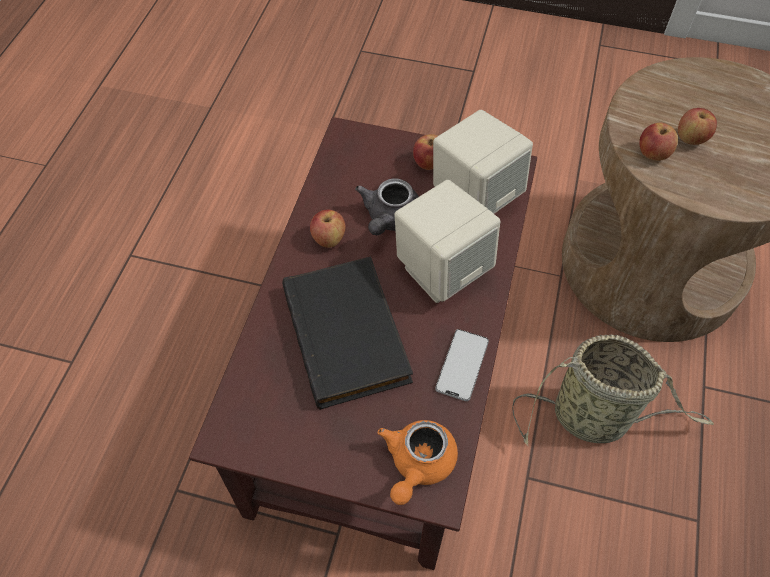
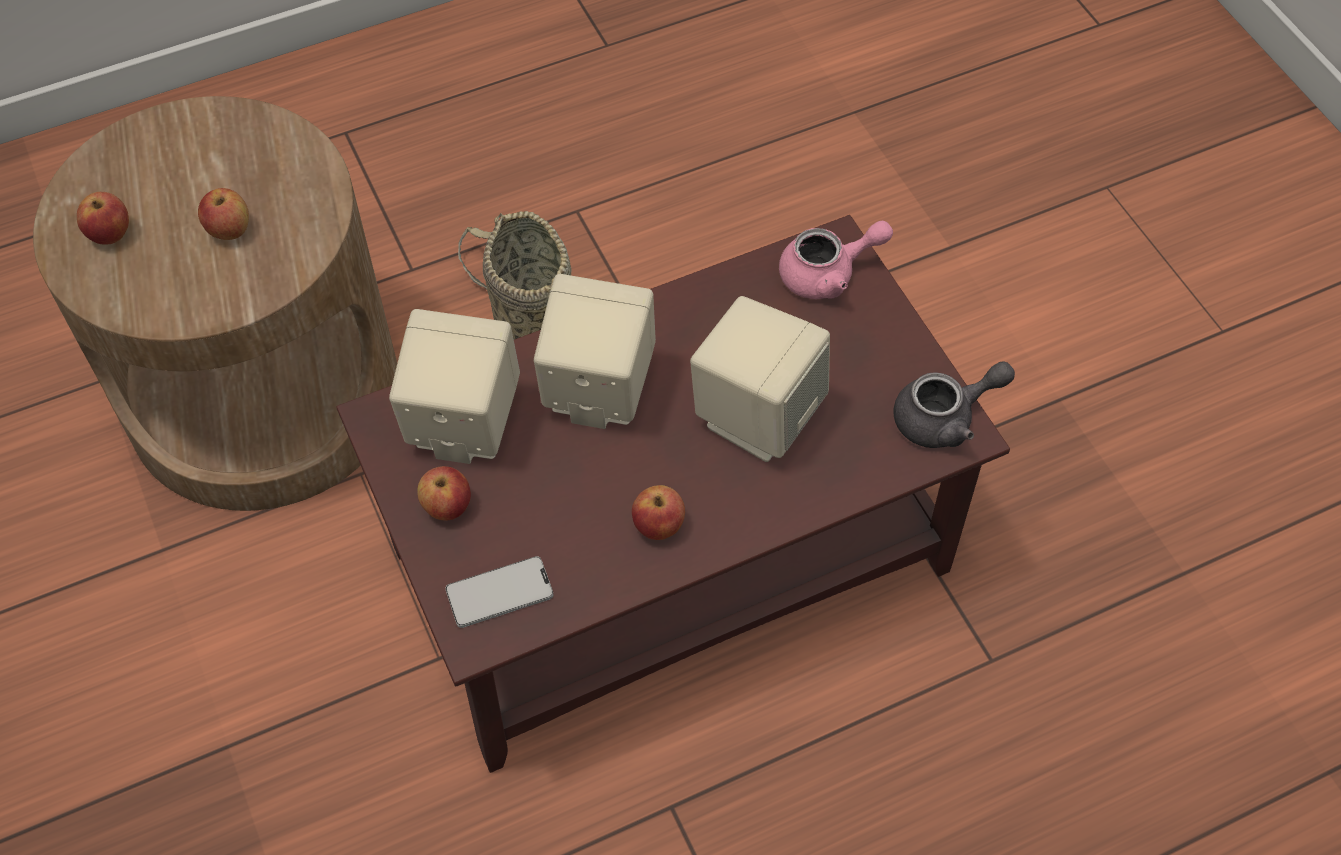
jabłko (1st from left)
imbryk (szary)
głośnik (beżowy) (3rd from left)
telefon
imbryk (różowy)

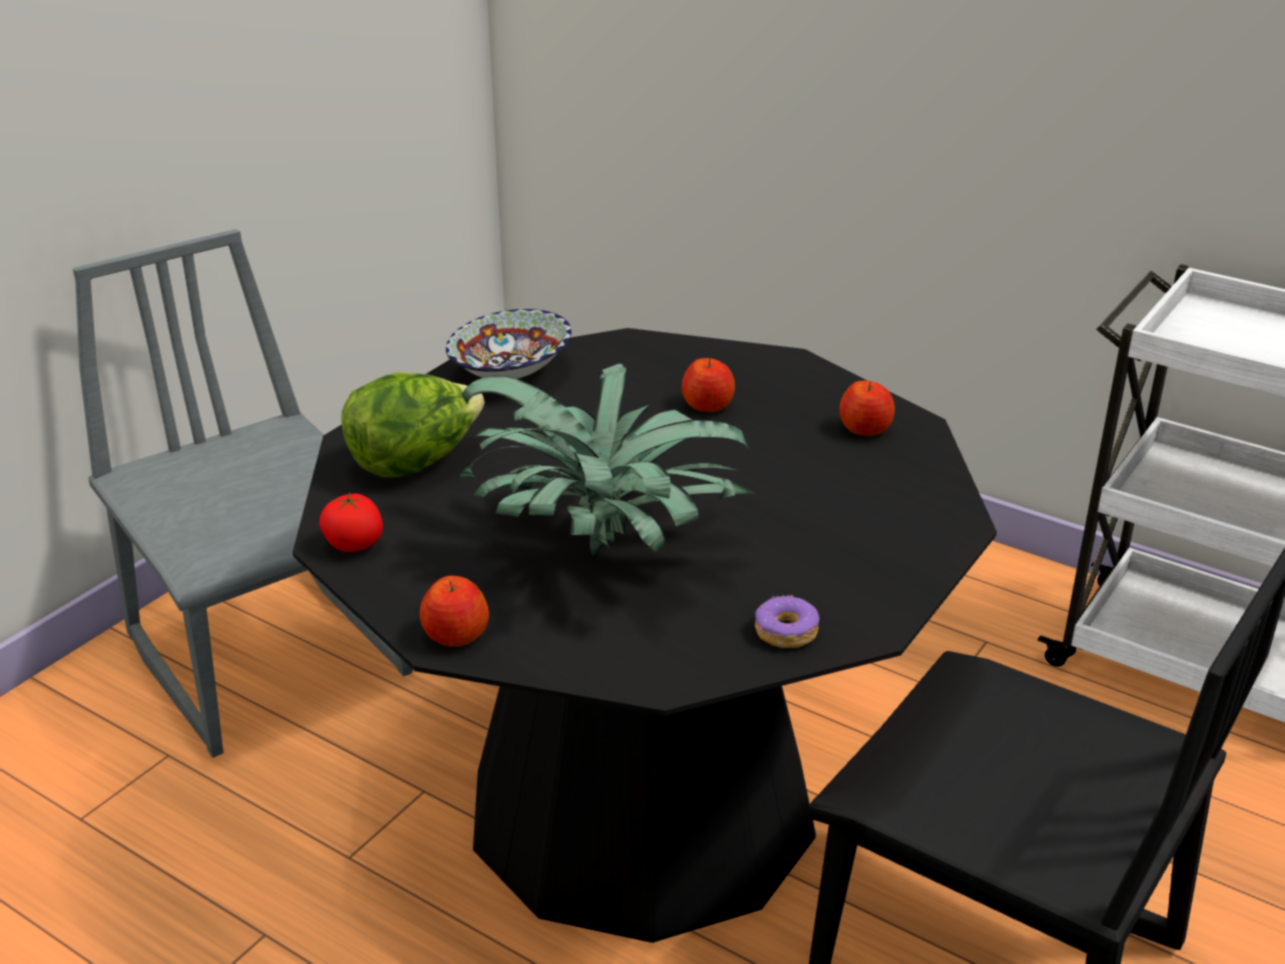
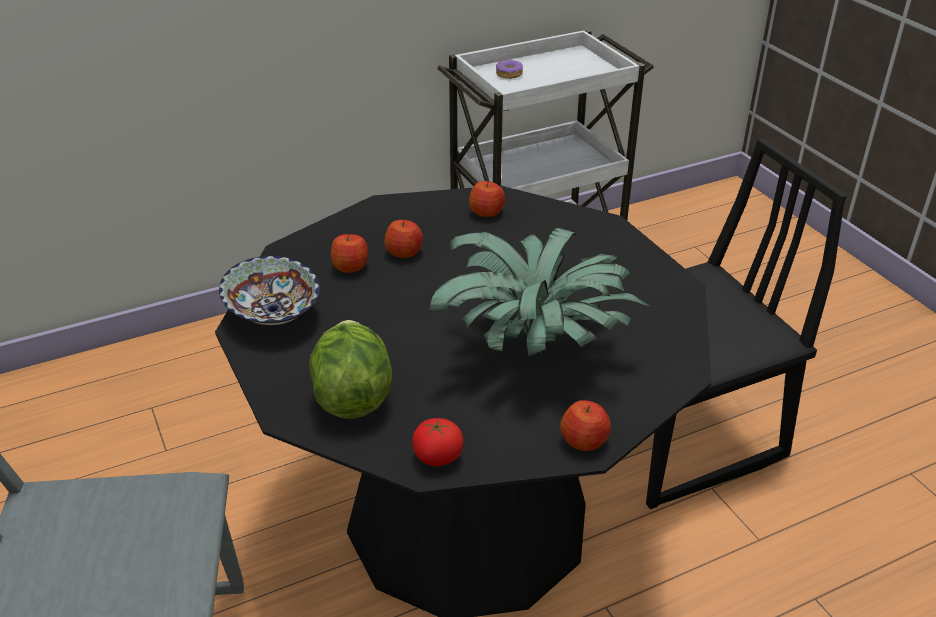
donut
jabłko (1st from left)

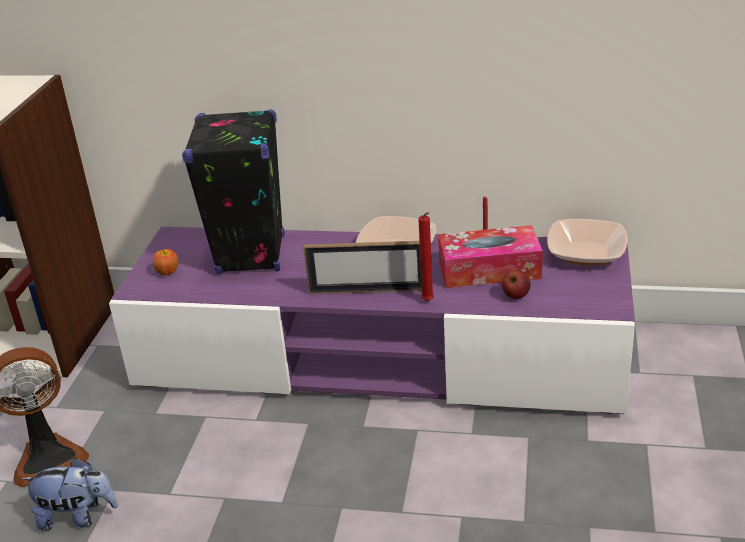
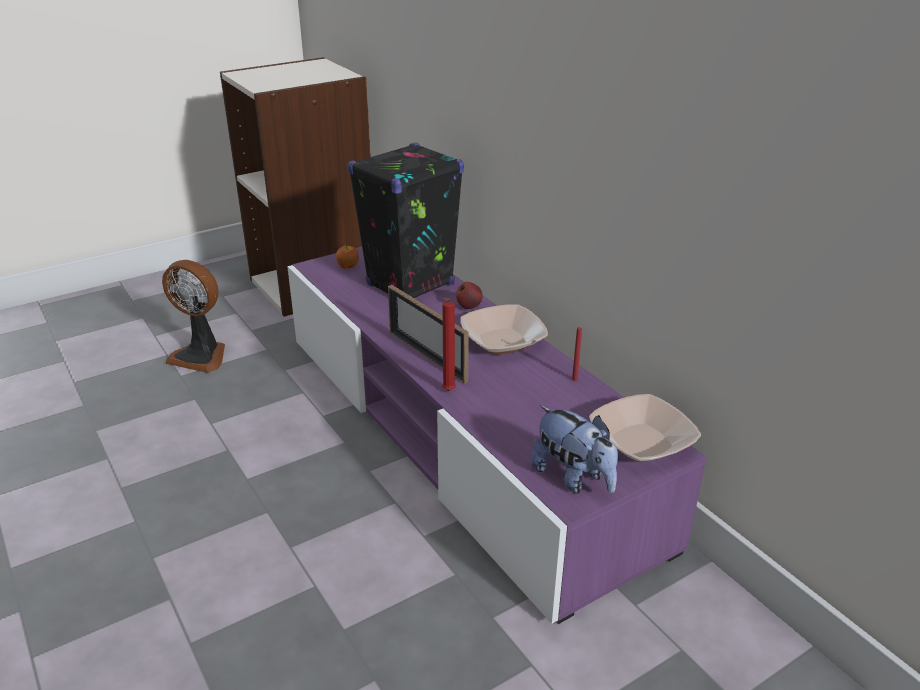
pudełko chusteczek
jabłko (2nd from left)
pluszak

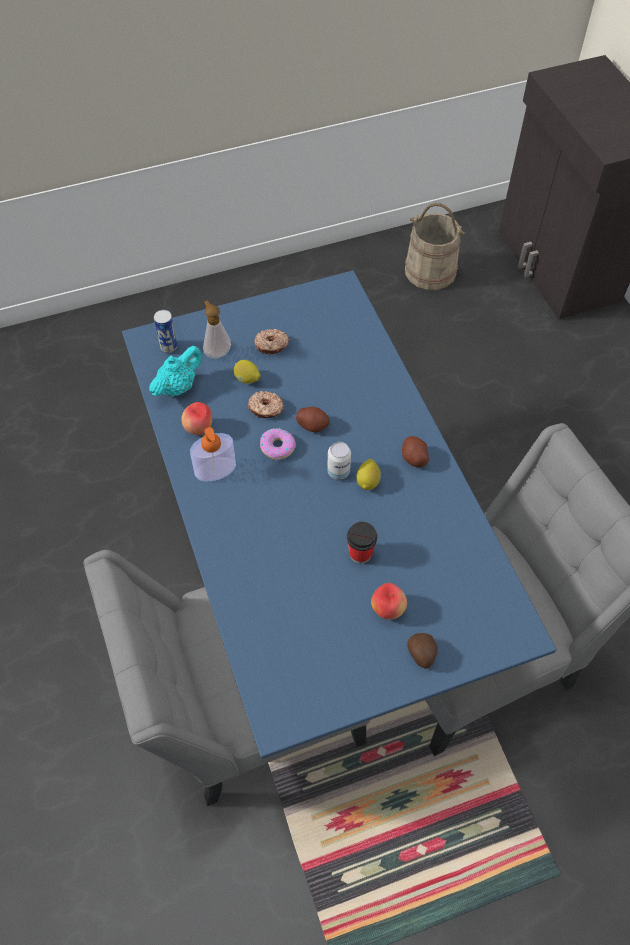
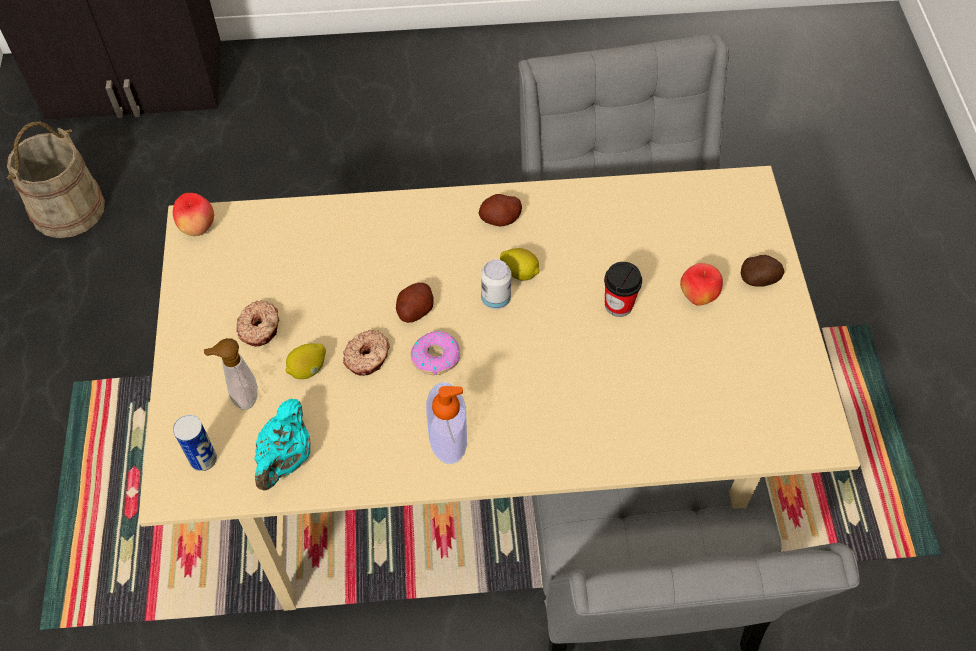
stół jadalny (beżowy)
imbryk (turkusowy)
jabłko (1st from left)

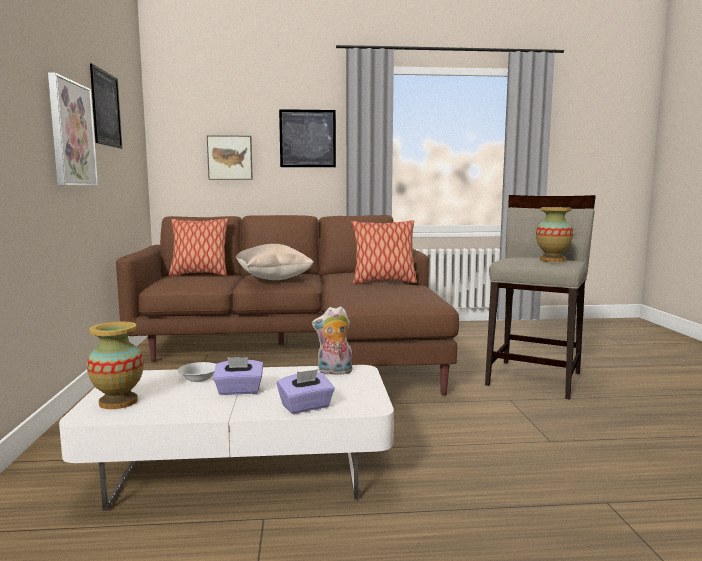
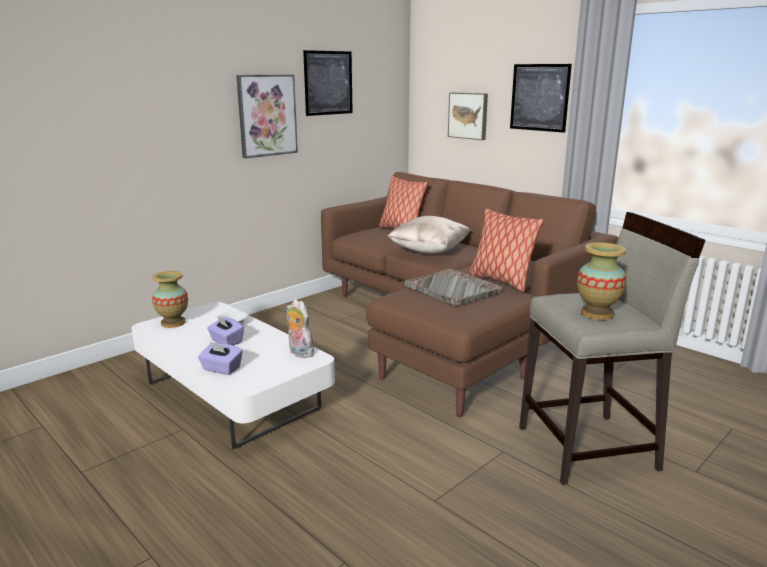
taca (szary)

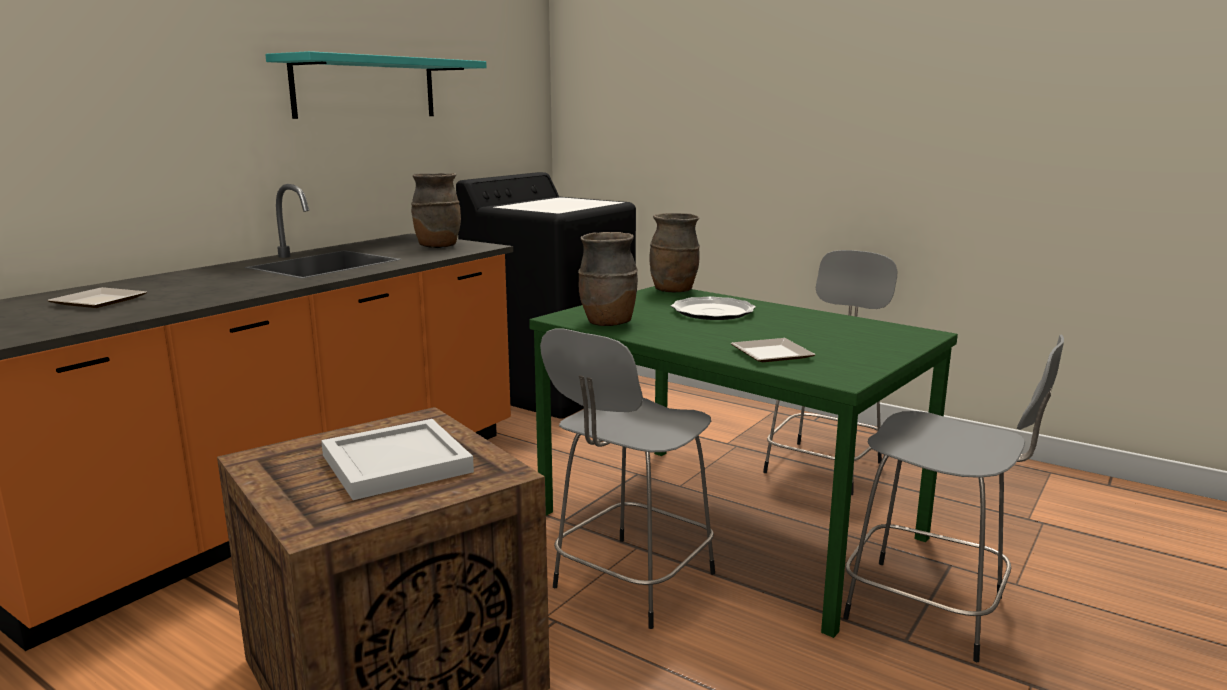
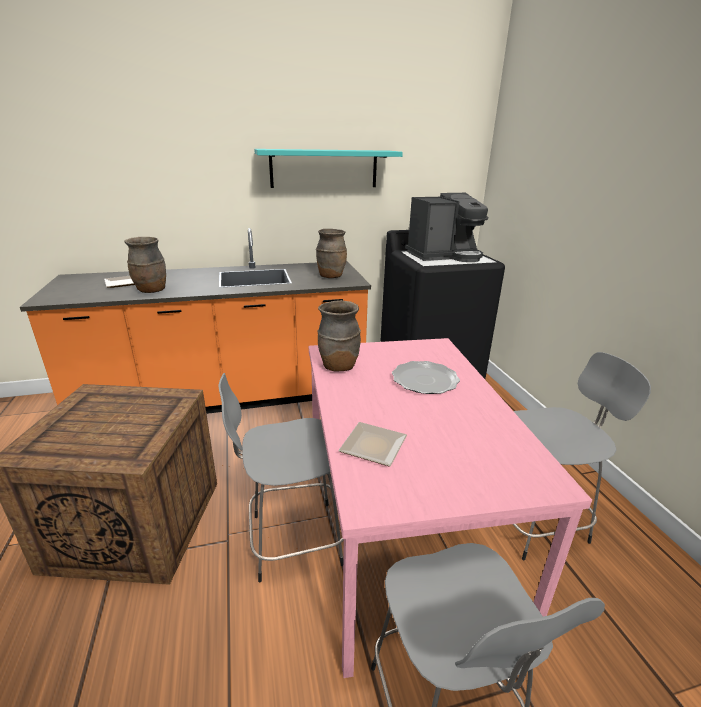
wazon (brązowy) (1st from left)
stół jadalny (różowy)
taca (biały)
ekspres do kawy

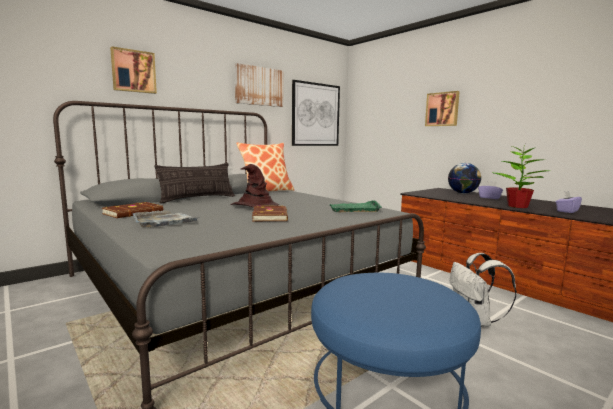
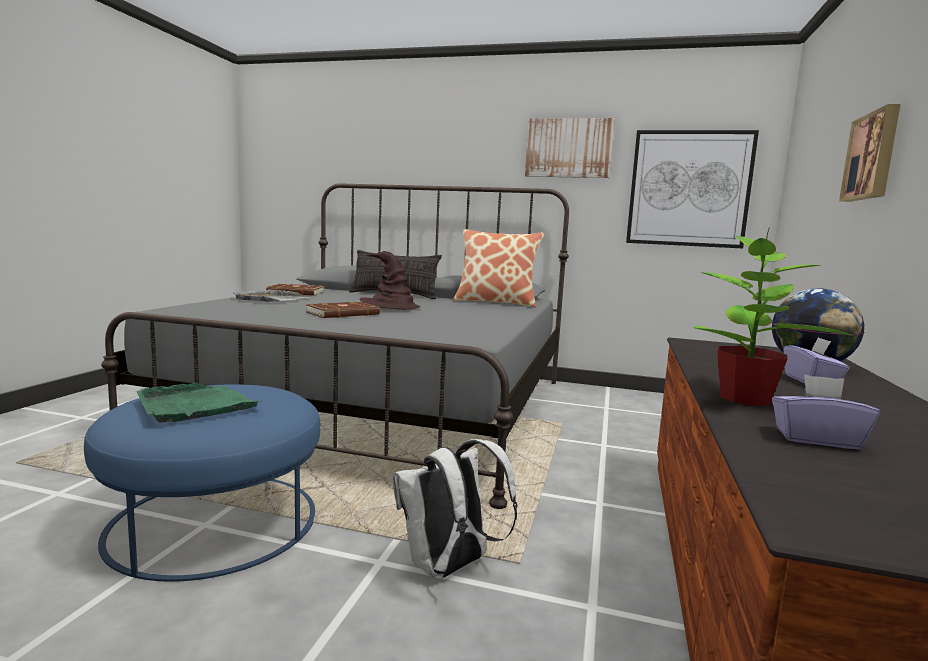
obraz (1st from left in the first image)
taca (zielony)

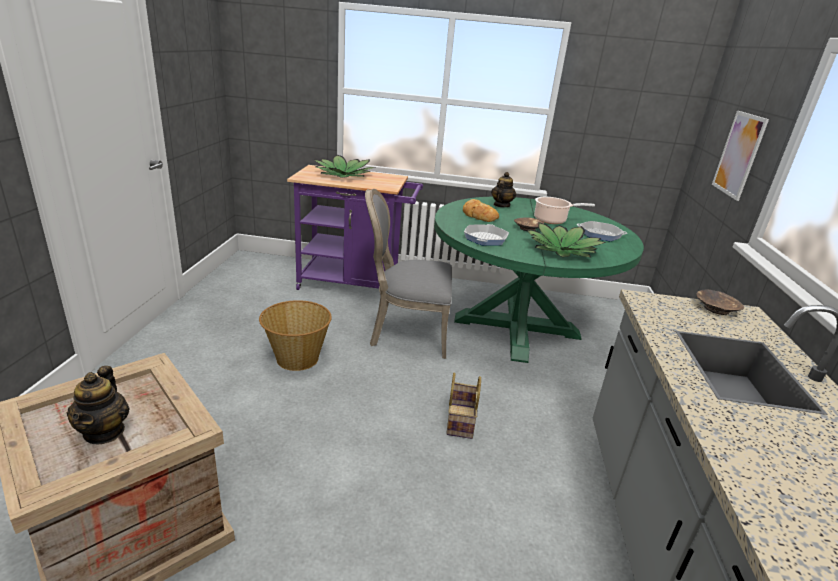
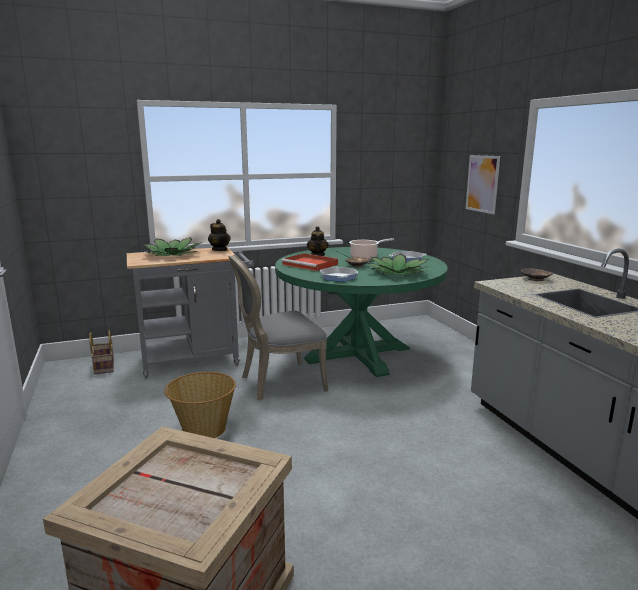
wózek (szary)
taca (czerwony)
imbryk (1st from left)
koszyk (1st from left)

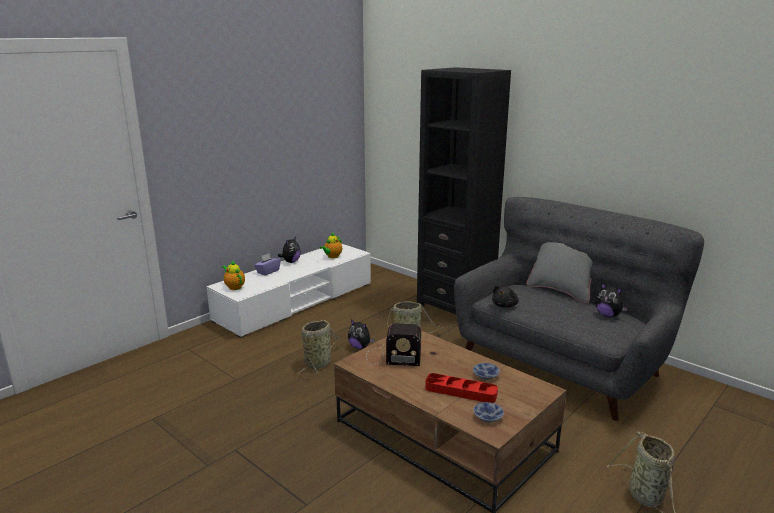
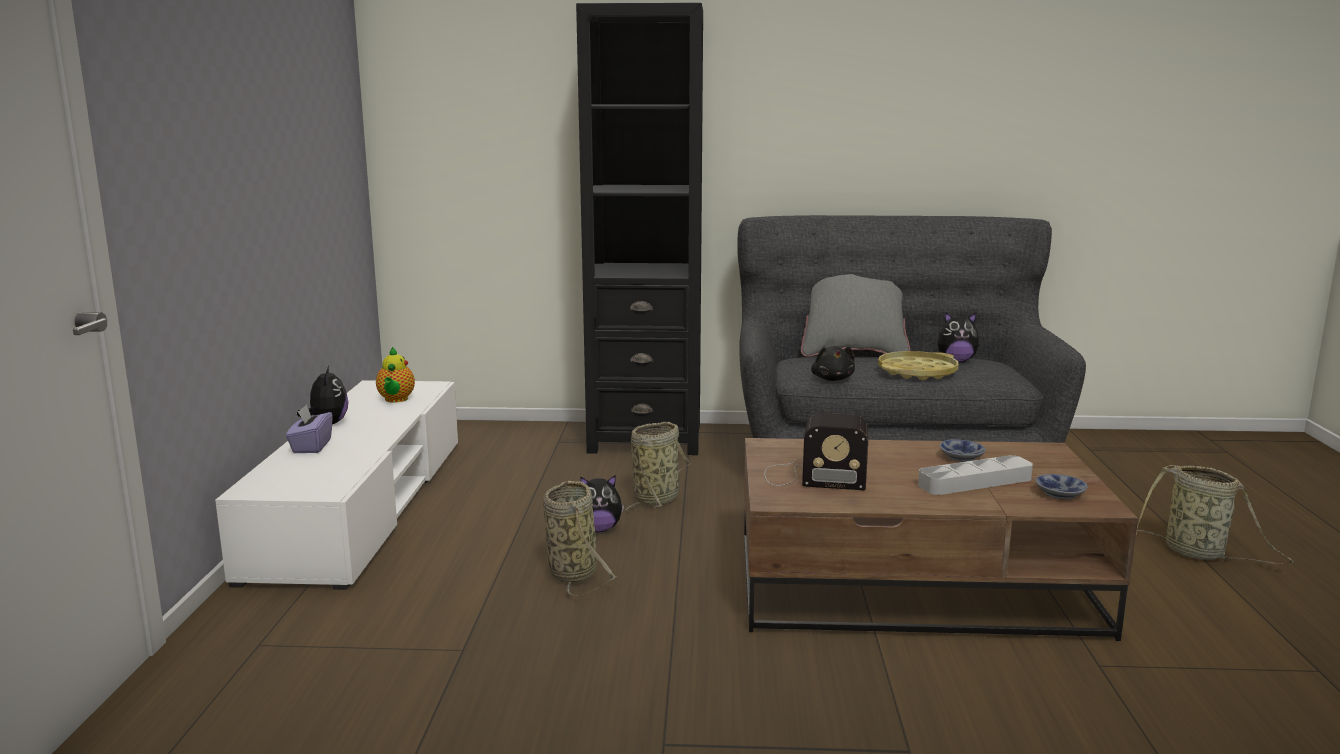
imbryk (1st from left in the first image)
radio
taca (szary)
taca (żółty)

